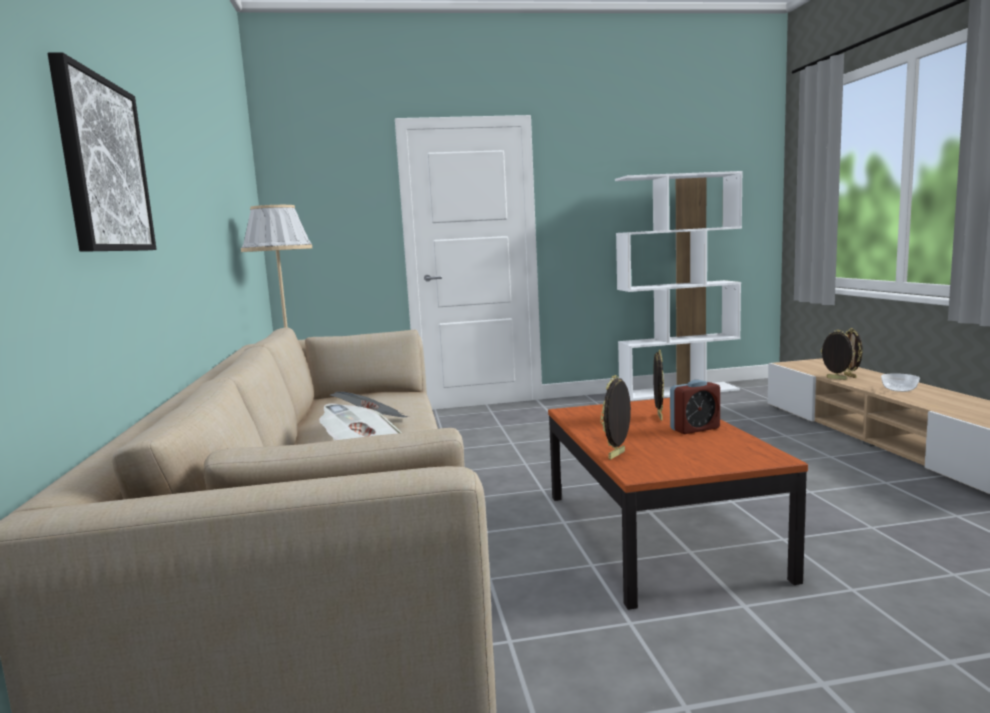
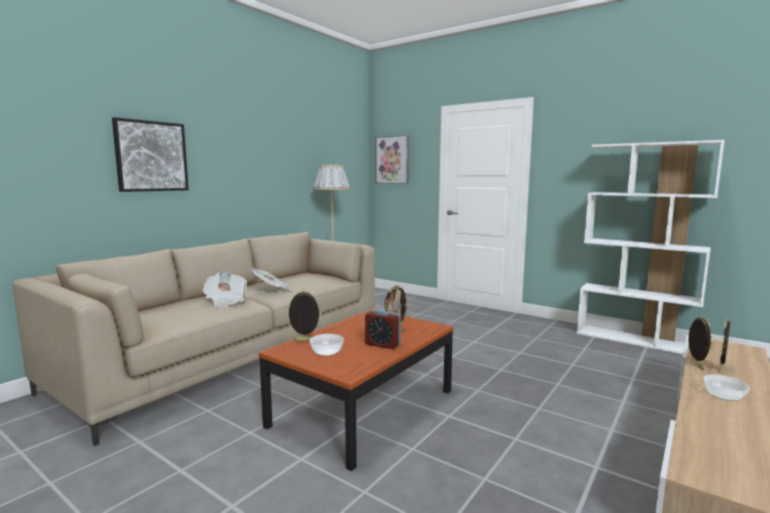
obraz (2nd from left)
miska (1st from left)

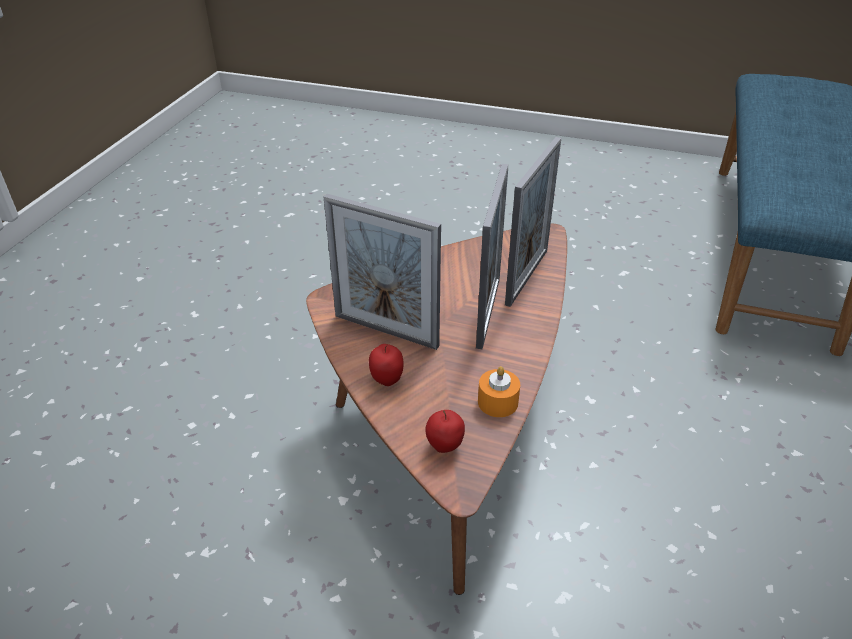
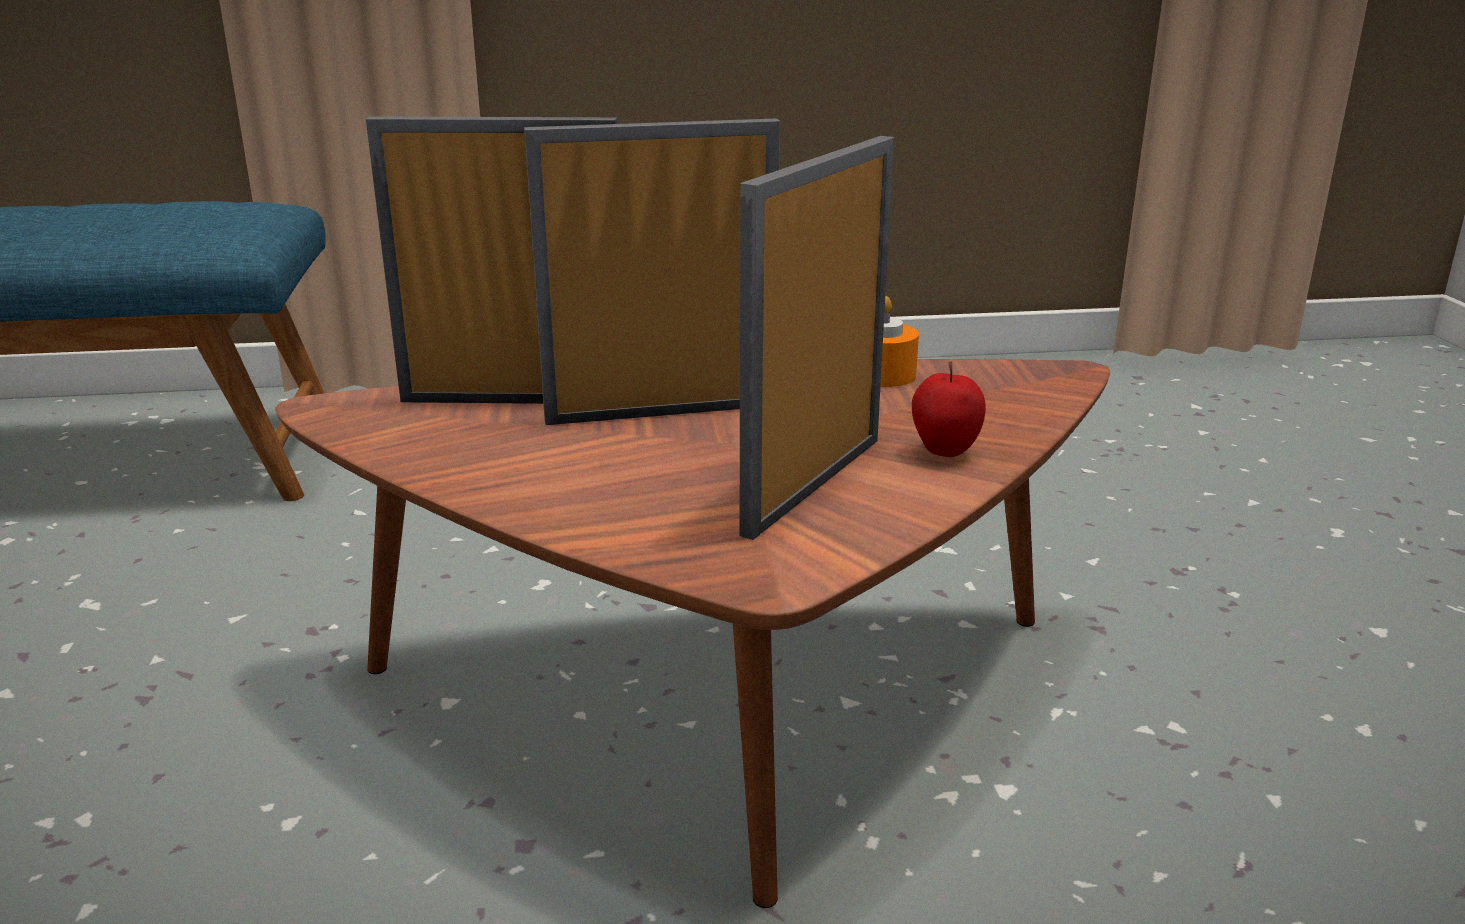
ramka na zdjęcie (3rd from left)
jabłko (2nd from left in the first image)

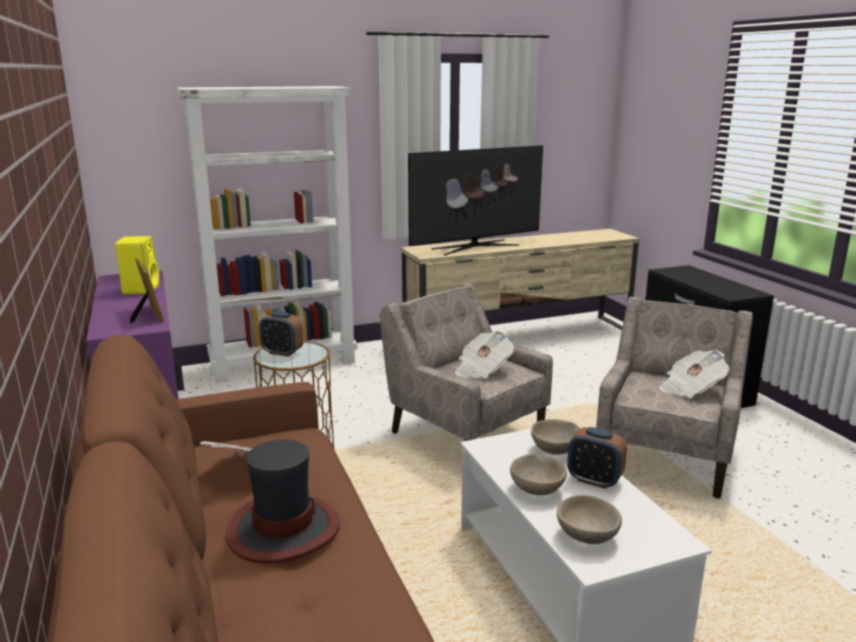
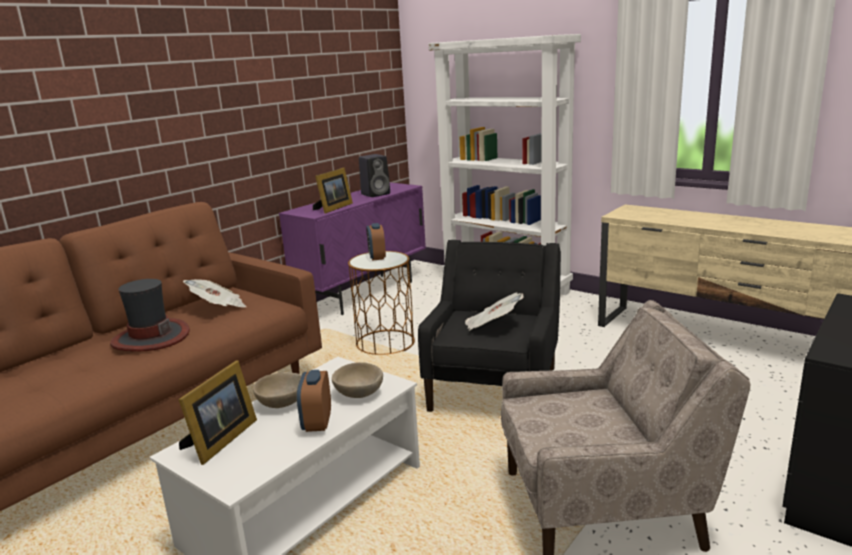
telewizor
głośnik (czarny)
fotel (czarny)
gazeta (3rd from left in the first image)
ramka na zdjęcie (1st from left)

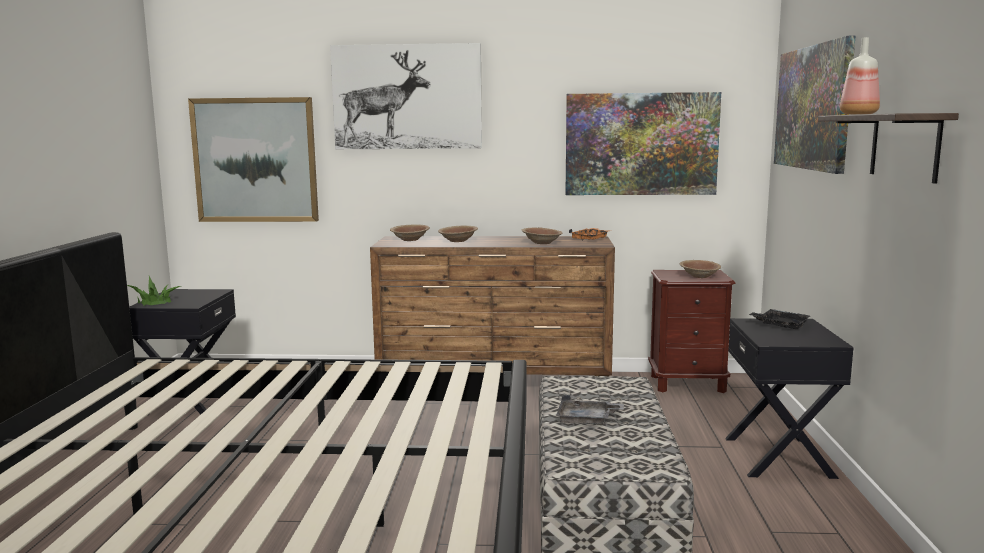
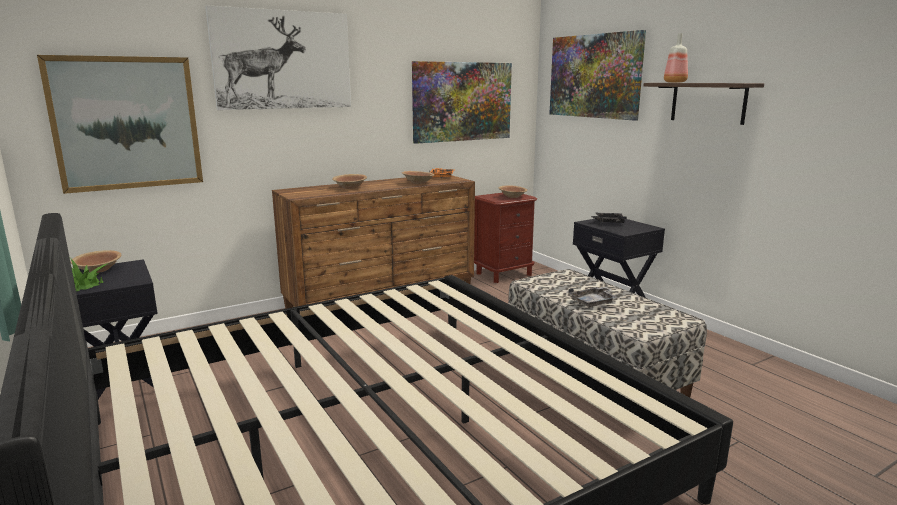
miska (brązowy) (1st from left)

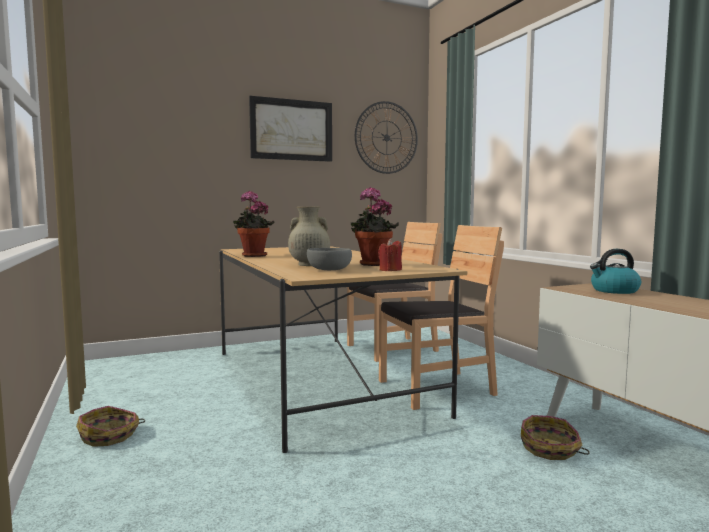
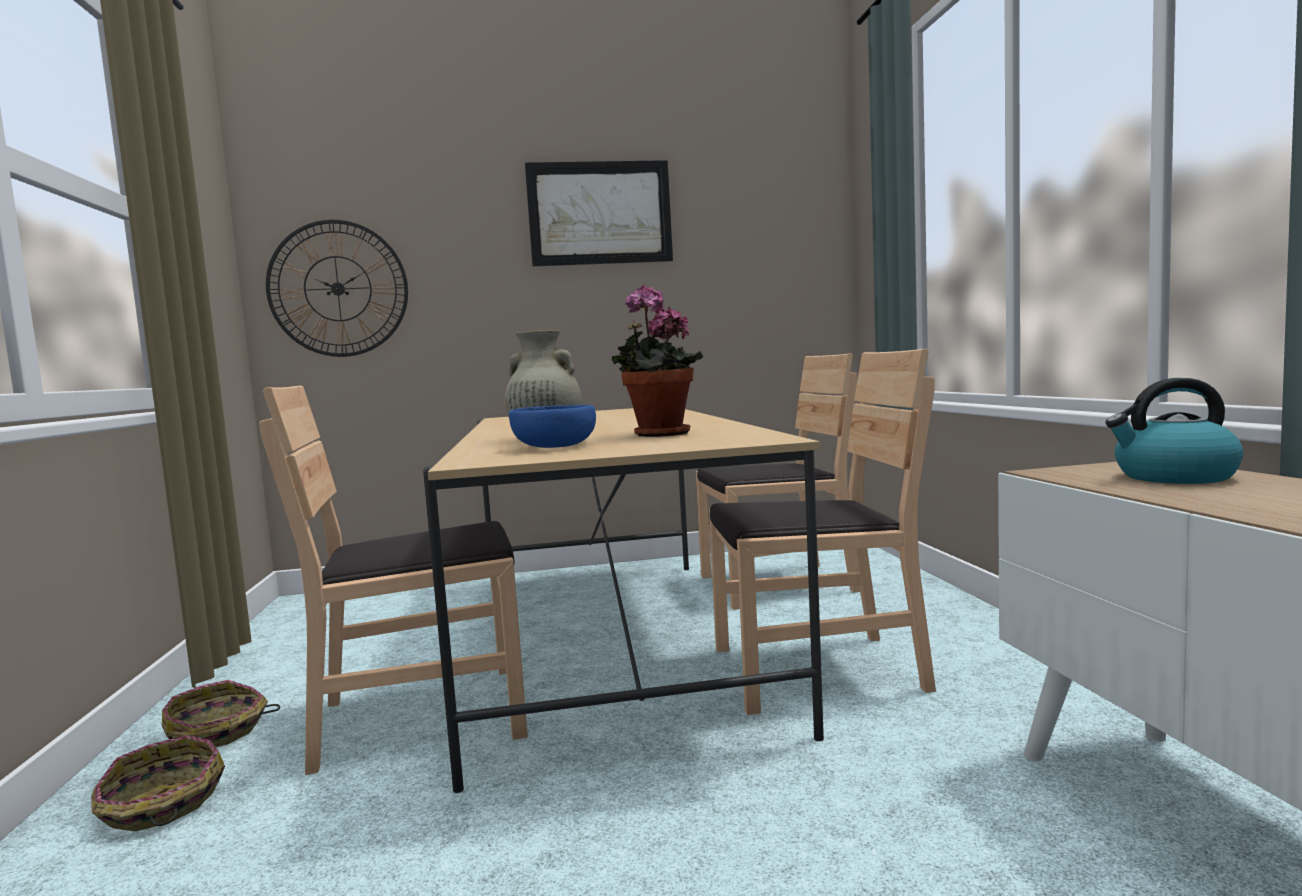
zegar ścienny
roślina doniczkowa (1st from left in the first image)
świeca (czerwony)
miska (niebieski)
koszyk (1st from left)
krzesło (brązowy) (1st from left)

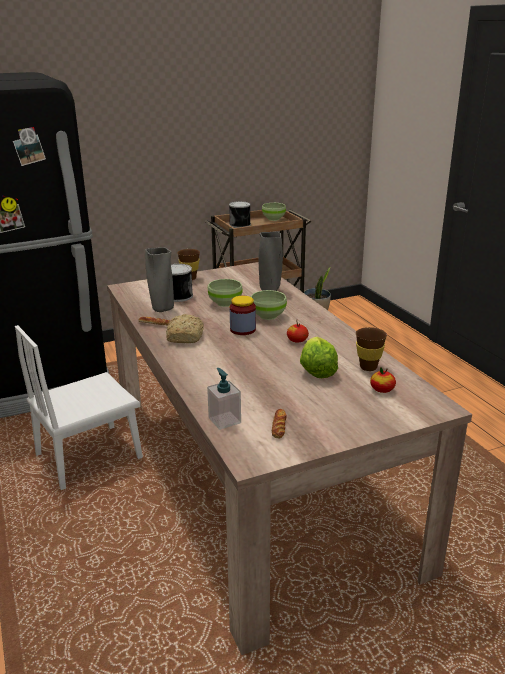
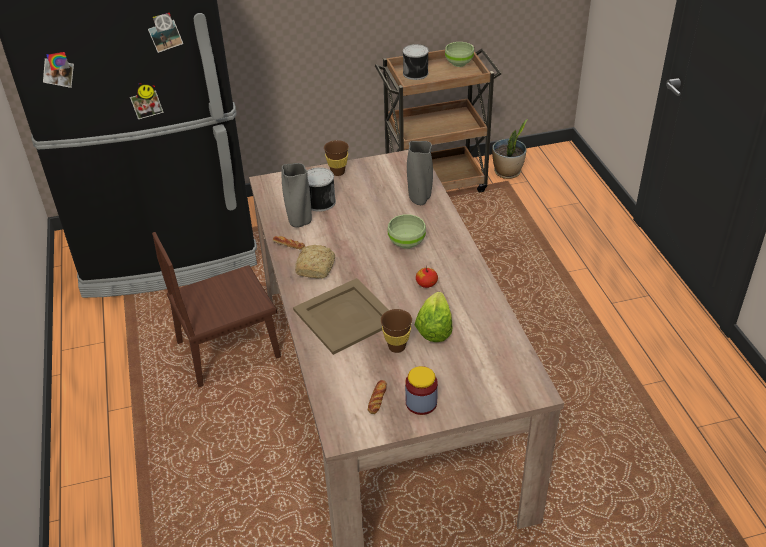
miska (zielony) (1st from left in the first image)
słoik
krzesło (brązowy)
filiżanka (brązowy) (2nd from left)
jabłko (2nd from left in the first image)
dozownik mydła
taca (beżowy)

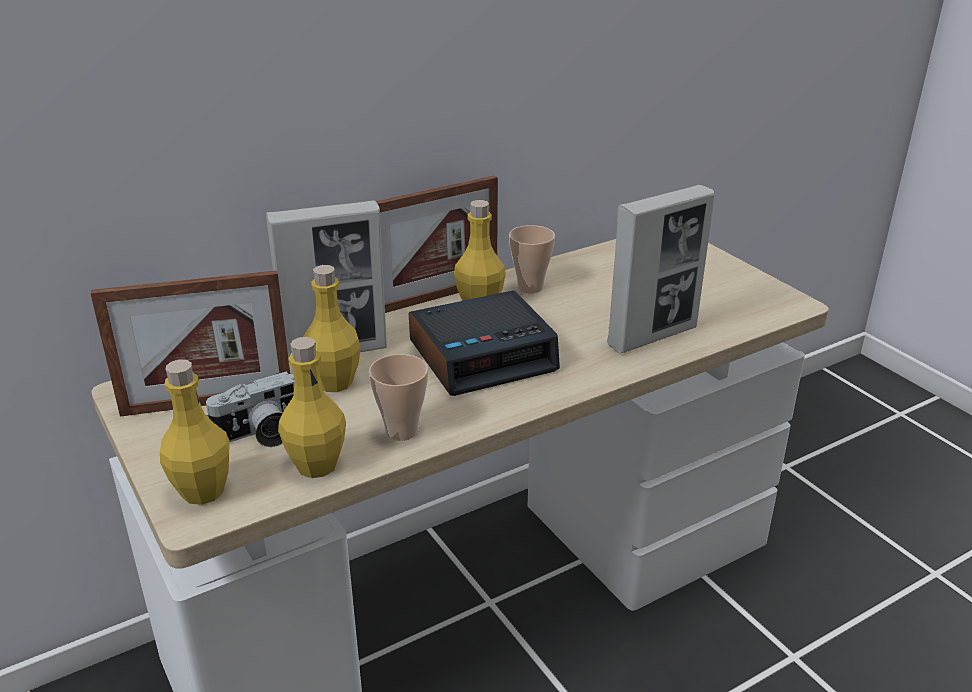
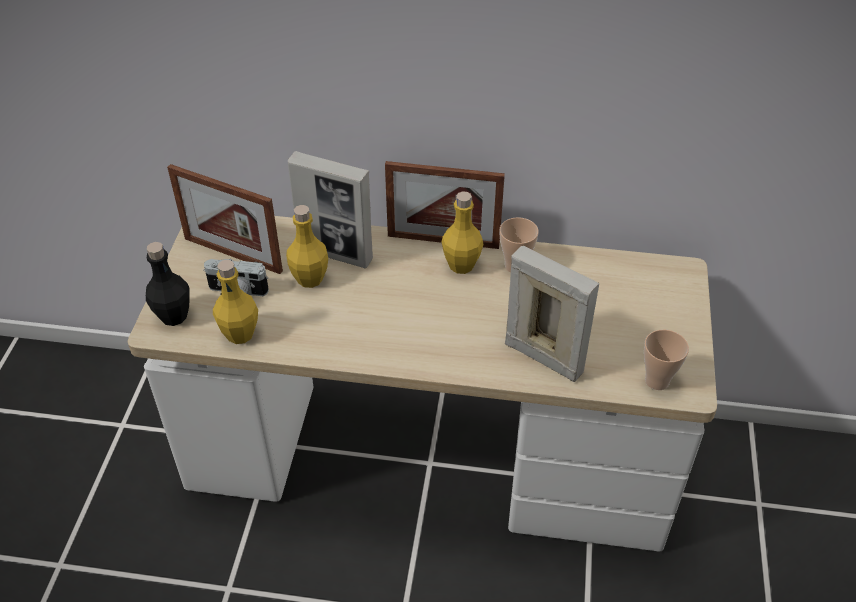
ramka na zdjęcie (4th from left)
budzik
filiżanka (2nd from left)
butelka (czarny)

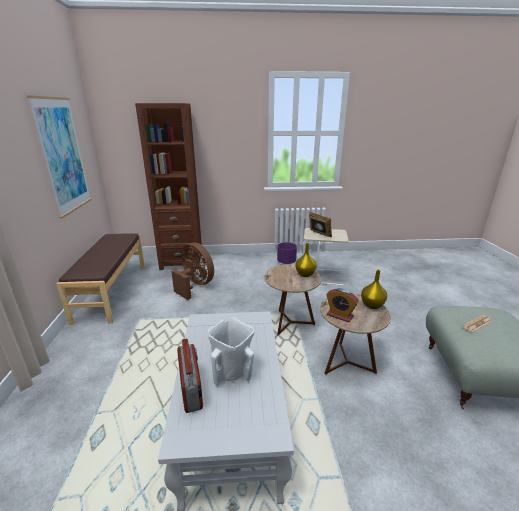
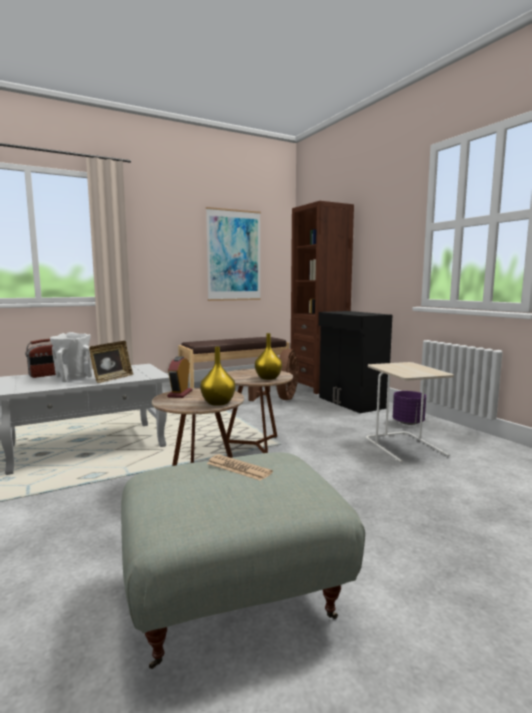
ramka na zdjęcie
szafka (czarny)

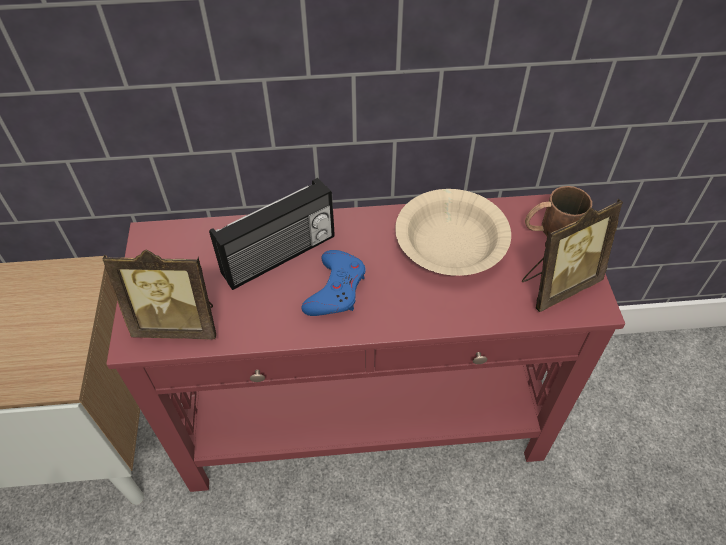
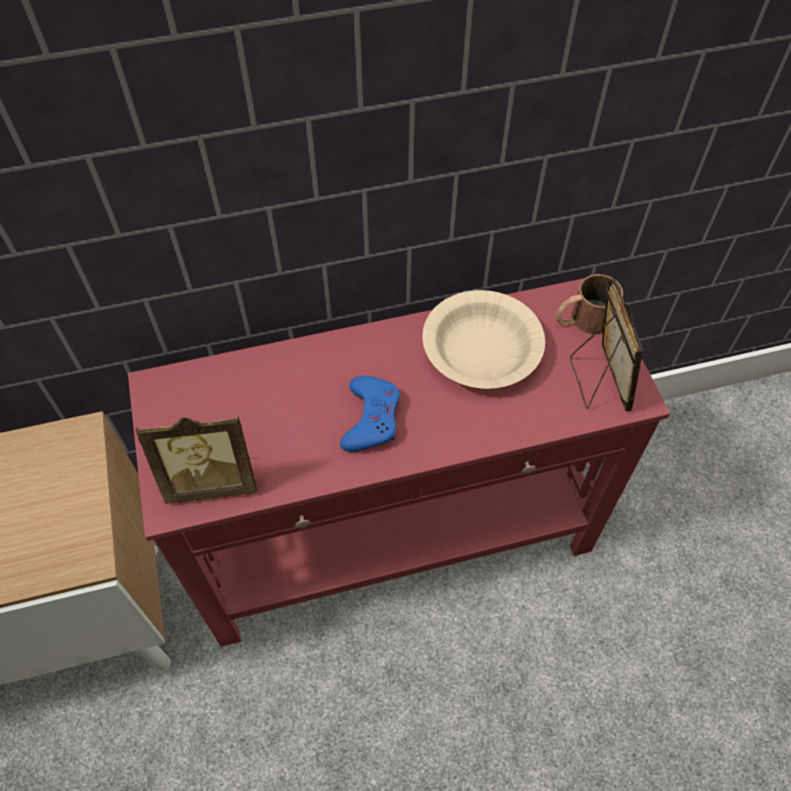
radio
ramka na zdjęcie (2nd from left)

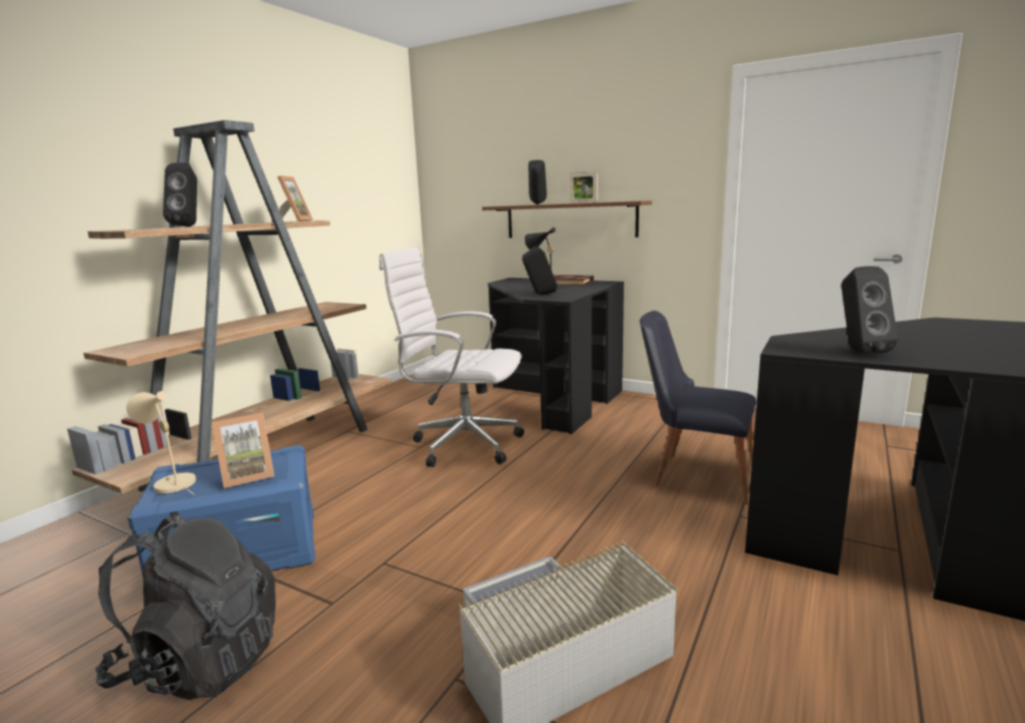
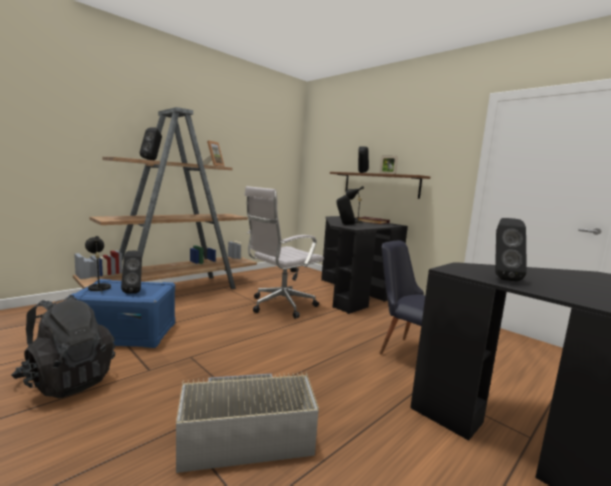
krzesło biurowe (biały)
lampa stołowa (czarny) (1st from left)
głośnik (czarny) (1st from left)

